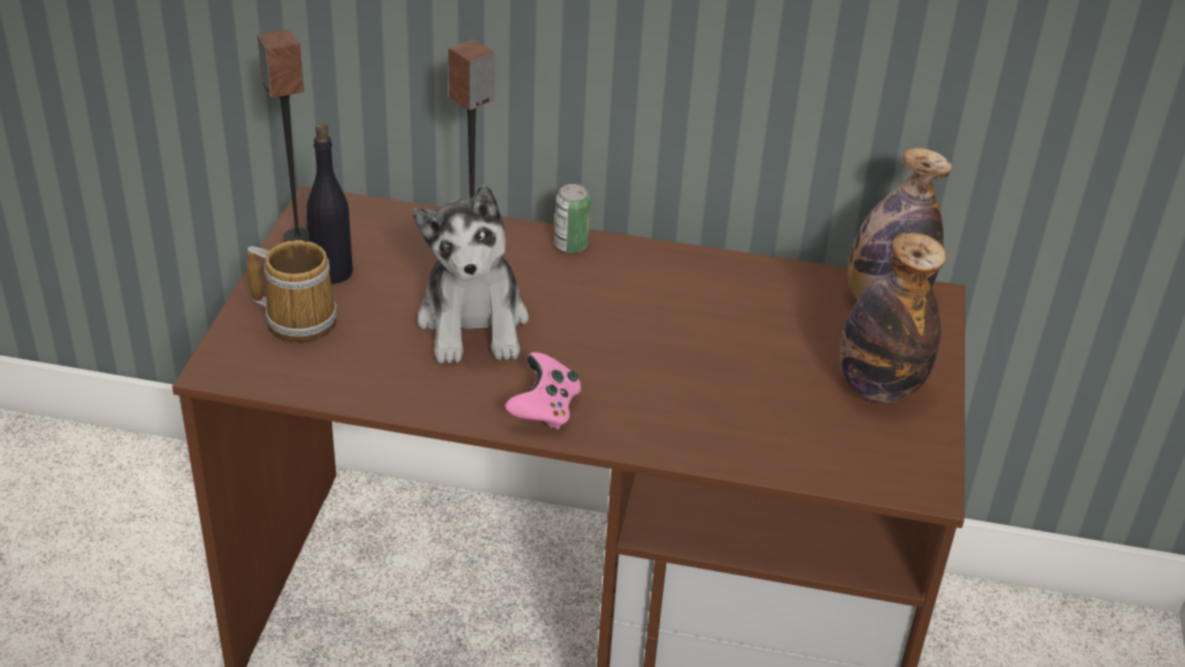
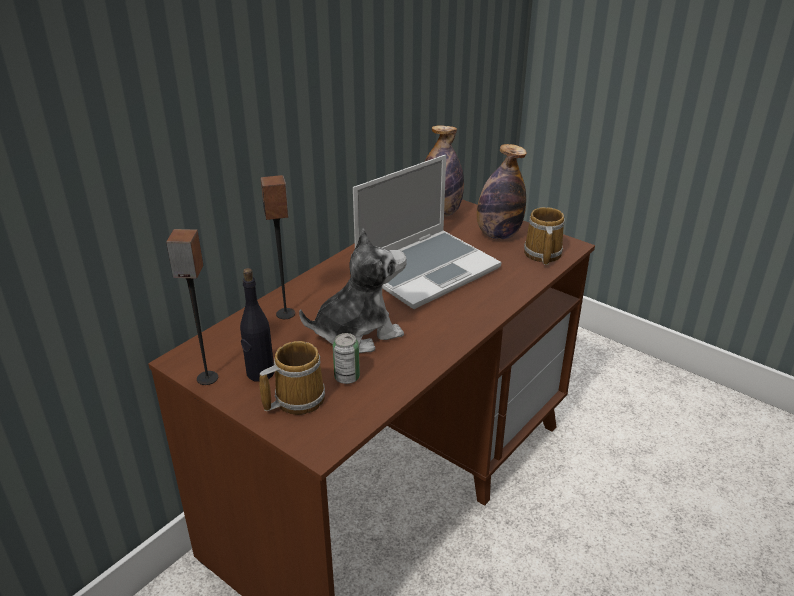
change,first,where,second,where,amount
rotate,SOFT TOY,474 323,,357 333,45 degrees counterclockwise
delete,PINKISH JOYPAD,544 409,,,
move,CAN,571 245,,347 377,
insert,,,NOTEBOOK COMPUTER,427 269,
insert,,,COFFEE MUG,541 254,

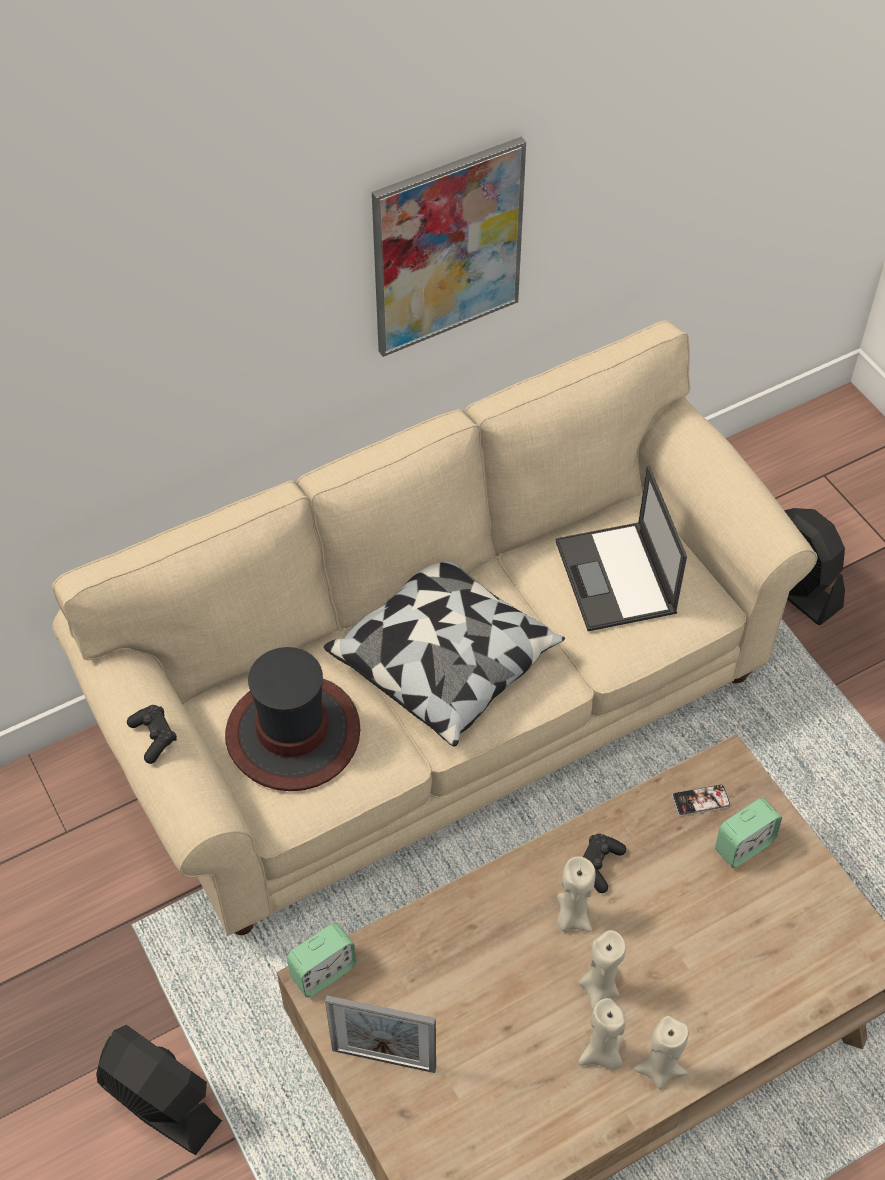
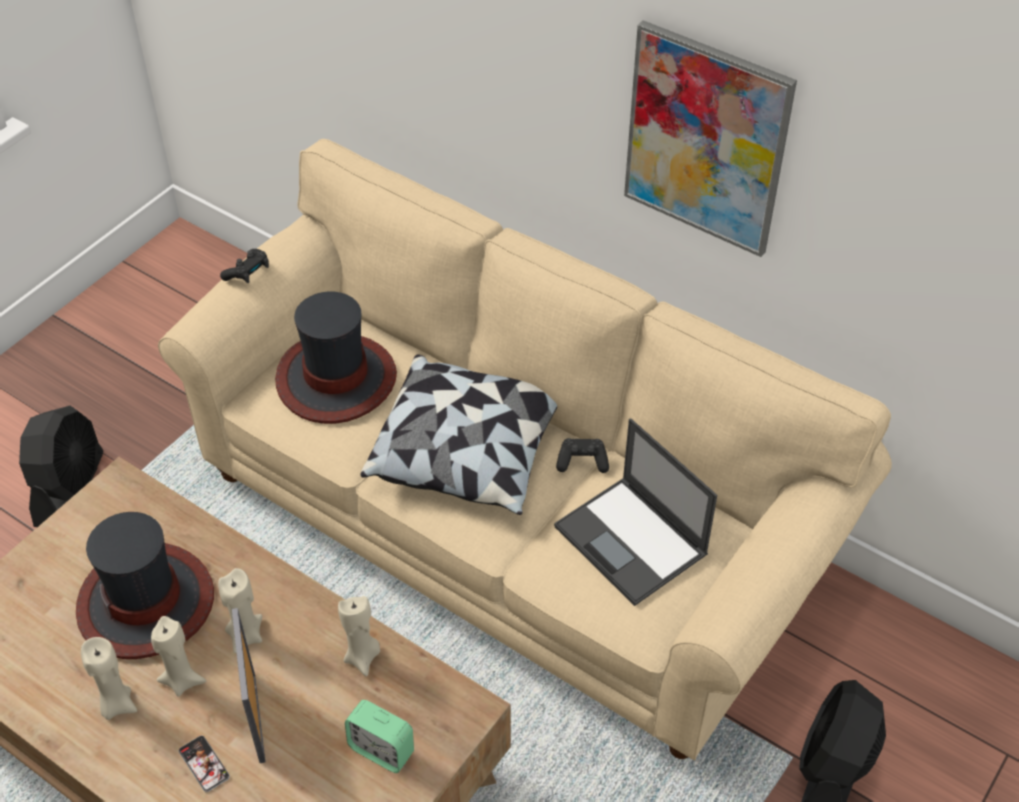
change,first,where,second,where,amount
delete,BEDSIDE CLOCK,323 971,,,
move,PICTURE FRAME,384 1059,,257 717,
rotate,NOTEBOOK COMPUTER,616 578,,632 541,90 degrees counterclockwise
move,BLACK JOYPAD,599 865,,582 461,
move,BEIGE-COLOURED WAX LIGHT,659 1069,,362 657,
move,HANDSET,701 801,,204 764,
insert,,,CLOTHING HAT,146 602,

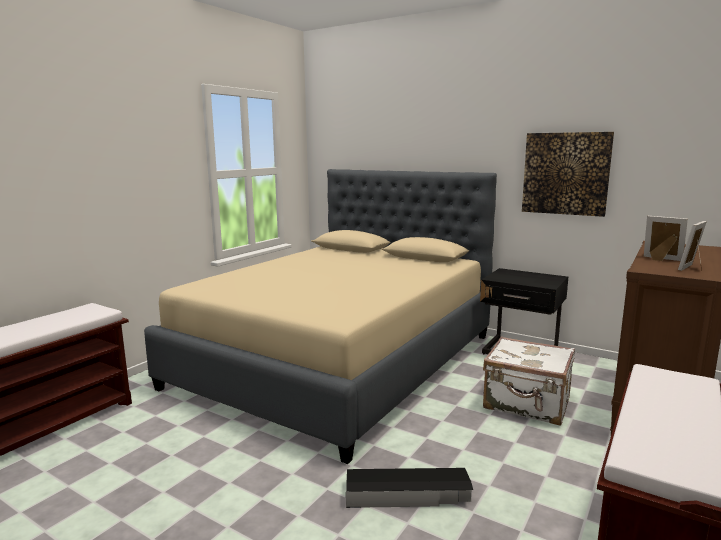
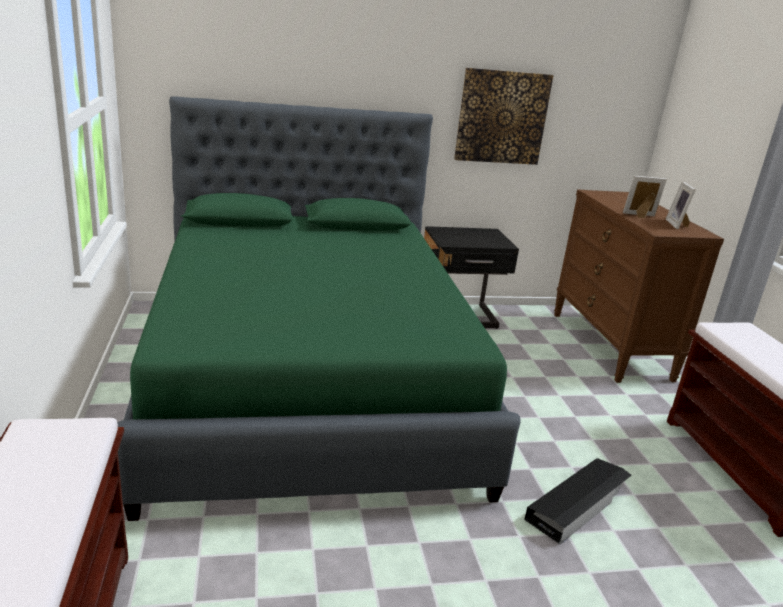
change,first,where,second,where,amount
recolor,BEIGE-COLOURED SLEEPING BED,339 360,GREENISH SLEEPING BED,308 382,
delete,WHITE PIECE OF LUGGAGE,527 404,,,

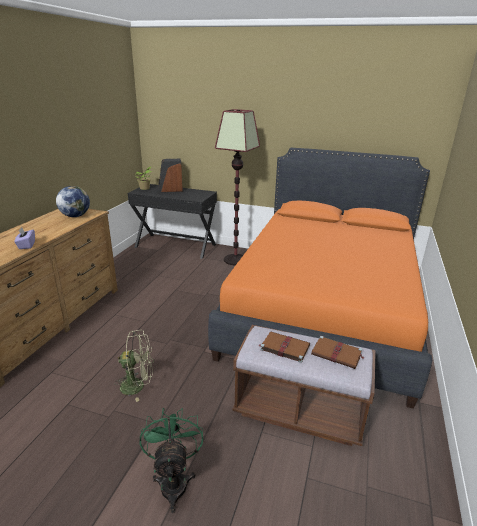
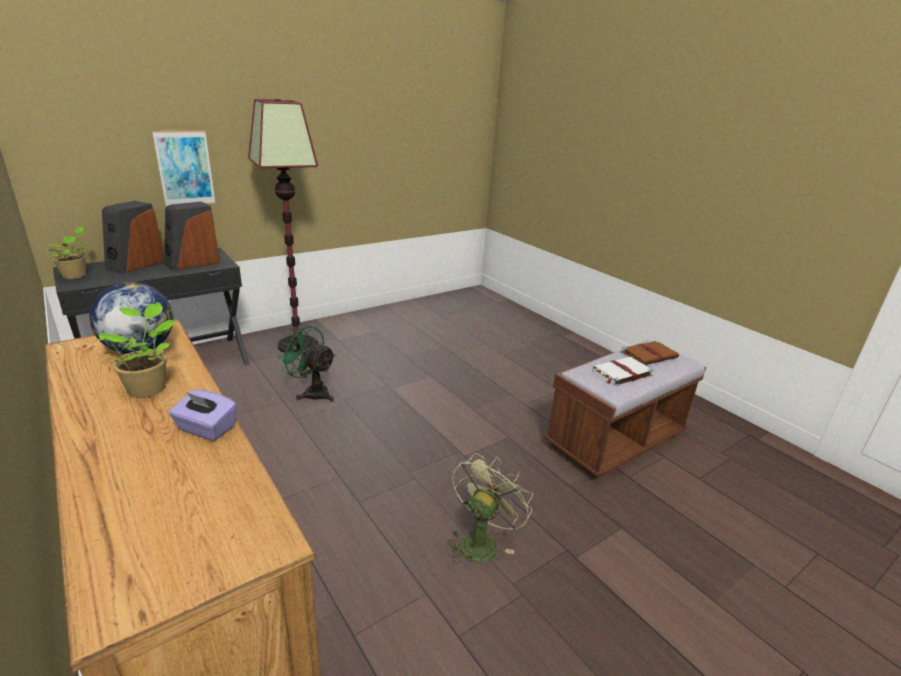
change,first,where,second,where,amount
move,GREENISH ELECTRIC FAN,174 480,,312 392,
delete,ORANGE-COLOURED SLEEPING BED,324 309,,,
recolor,BROWNISH VOLUME,284 347,WHITE VOLUME,621 373,
insert,,,HOUSEPLANT,148 388,
insert,,,WALL ART,185 168,
insert,,,SPEAKER,192 263,

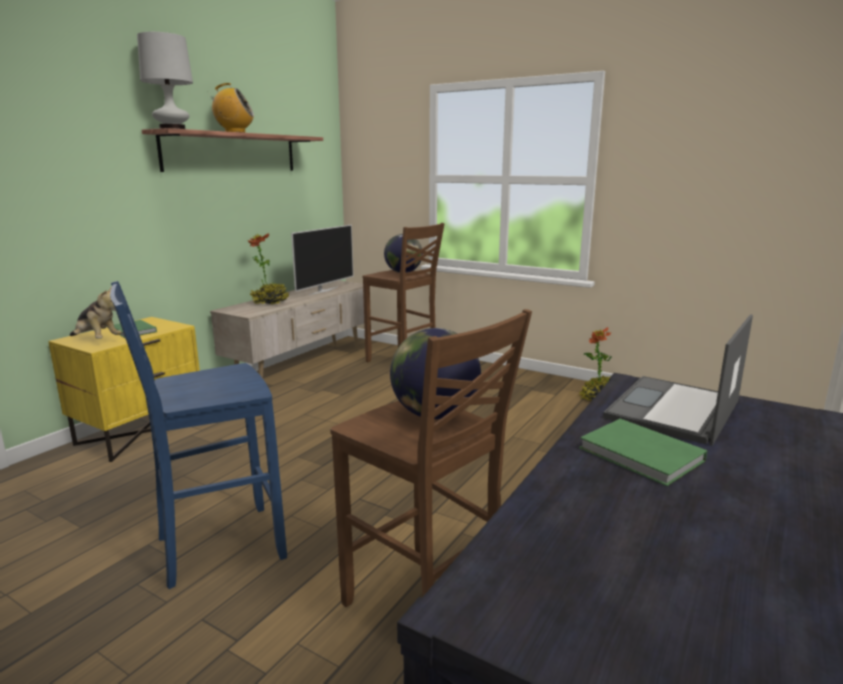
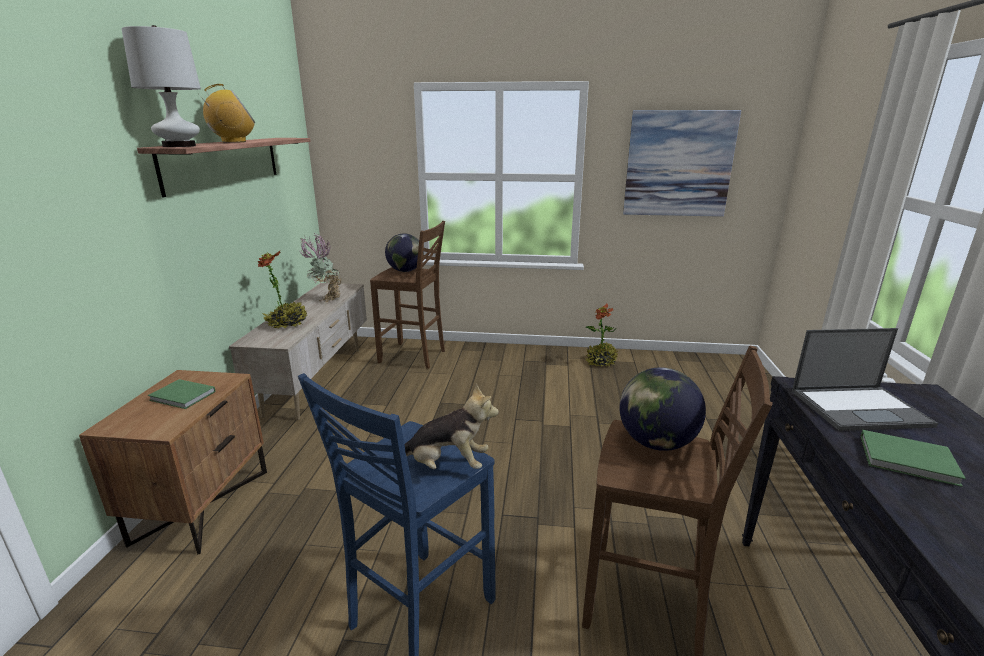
change,first,where,second,where,amount
recolor,YELLOWISH NIGHT TABLE,140 432,BROWNISH NIGHT TABLE,201 505,
move,SOFT TOY,97 340,,446 466,
replace,TV SET,323 290,HOUSEPLANT,326 299,
rotate,NOTEBOOK COMPUTER,673 410,,860 408,105 degrees counterclockwise
insert,,,WALL ART,678 164,

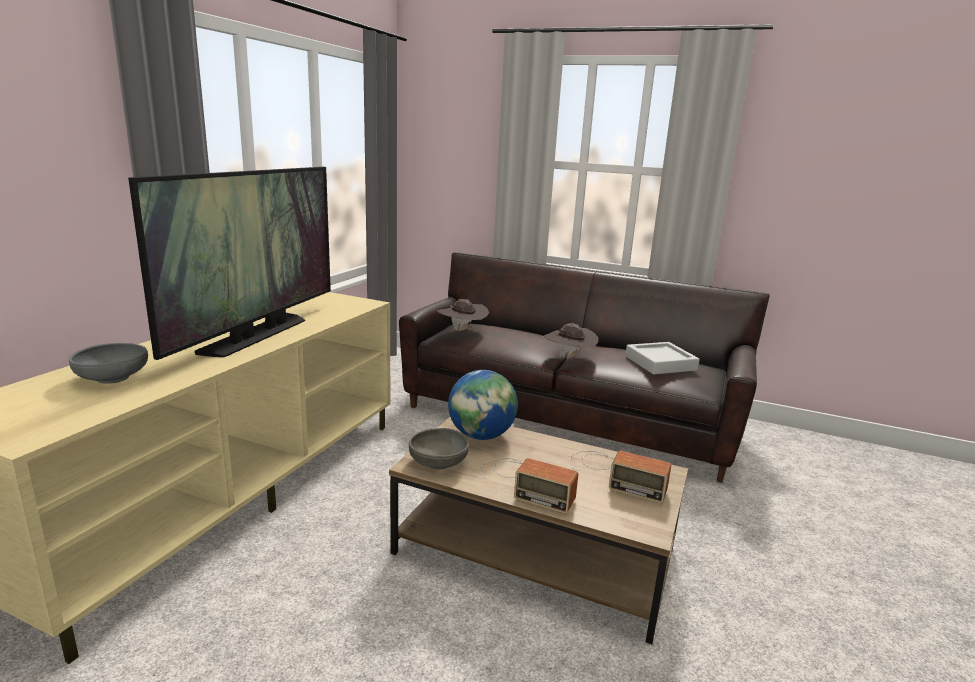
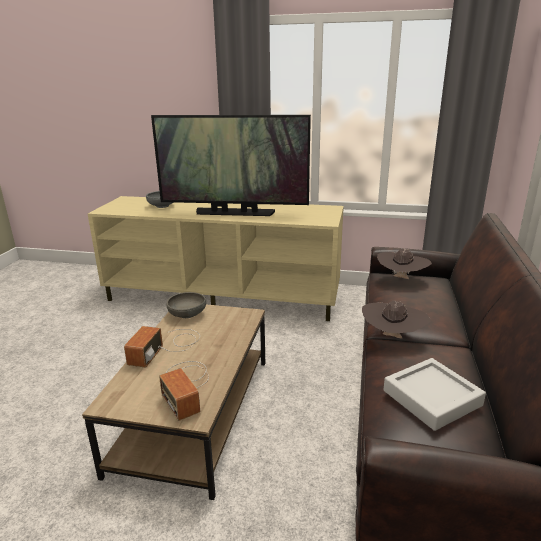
change,first,where,second,where,amount
delete,DESK GLOBE,481 435,,,
rotate,RADIO SET,614 474,,187 386,45 degrees counterclockwise

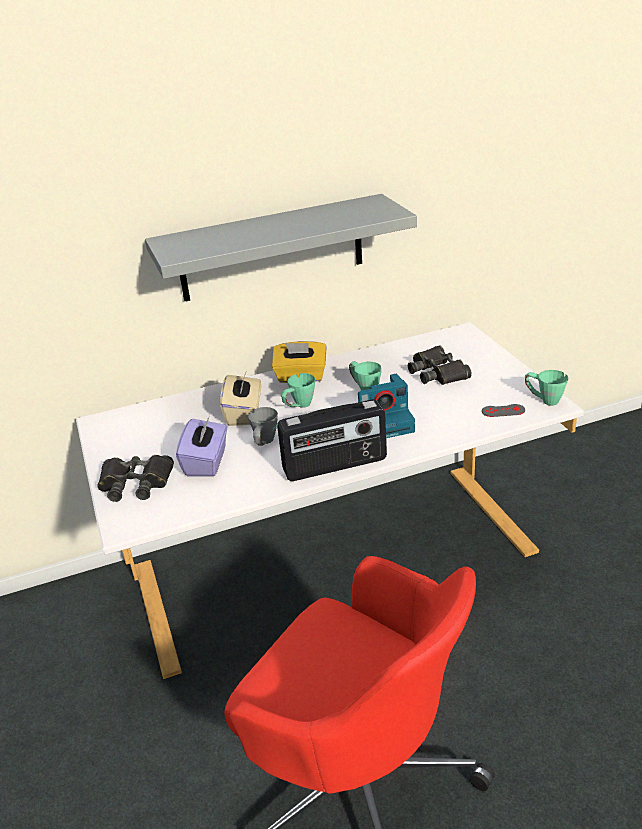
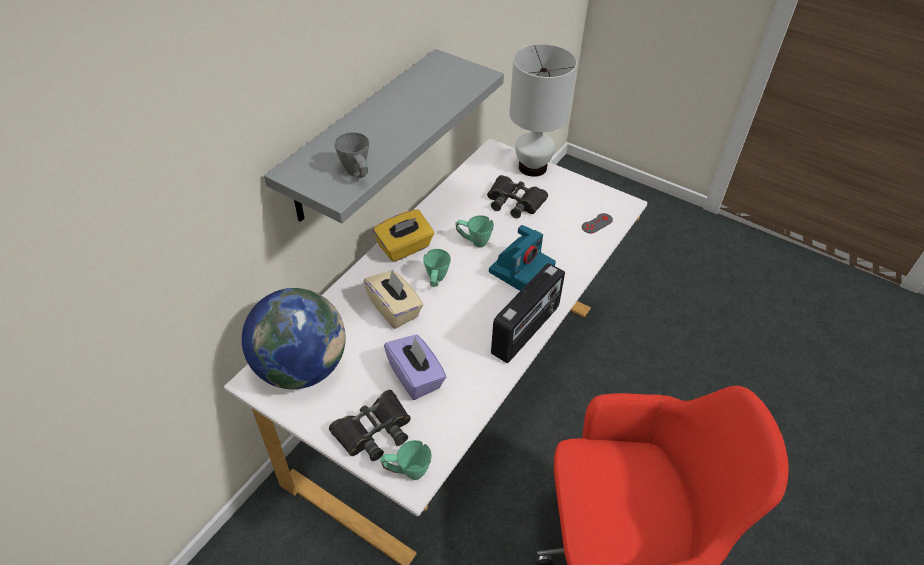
change,first,where,second,where,amount
move,GRAY COFFEE MUG,264 443,,357 175,
move,GREENISH COFFEE MUG,543 400,,407 472,
insert,,,DESK GLOBE,301 367,
insert,,,WHITE TABLE LAMP,533 167,

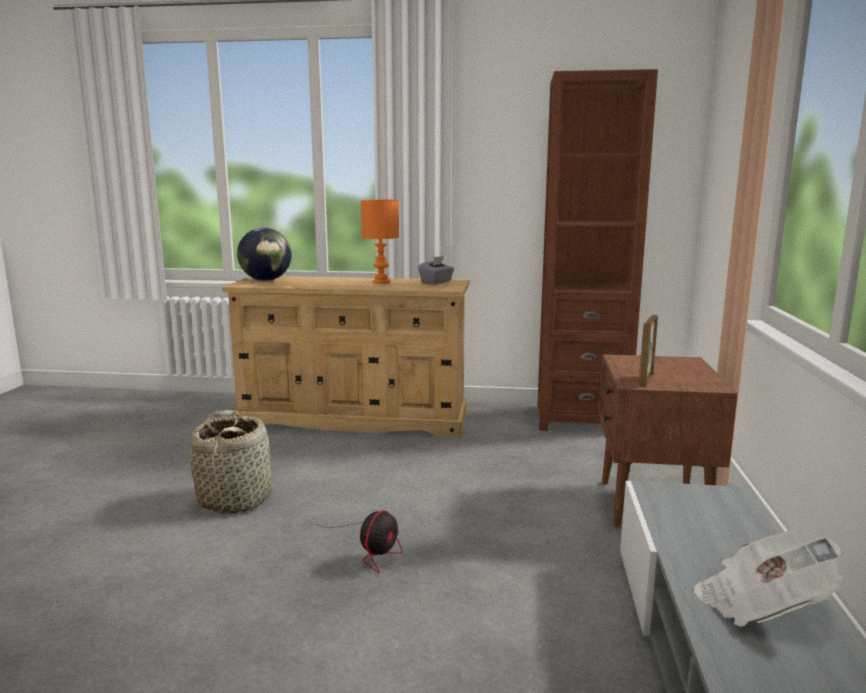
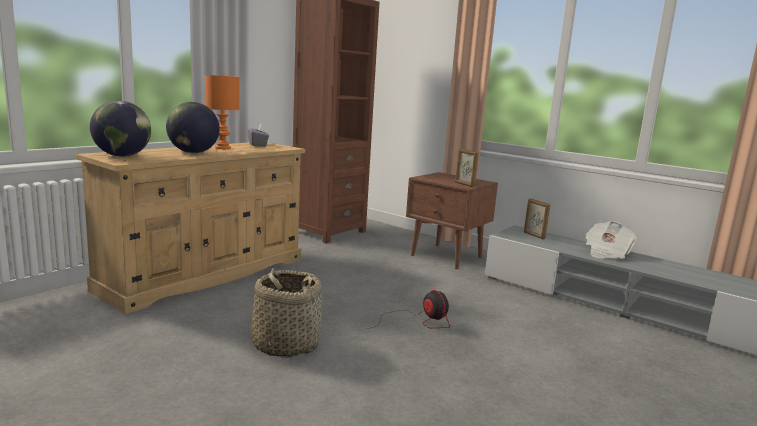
change,first,where,second,where,amount
insert,,,DESK GLOBE,193 152,
insert,,,PICTURE FRAME,534 235,

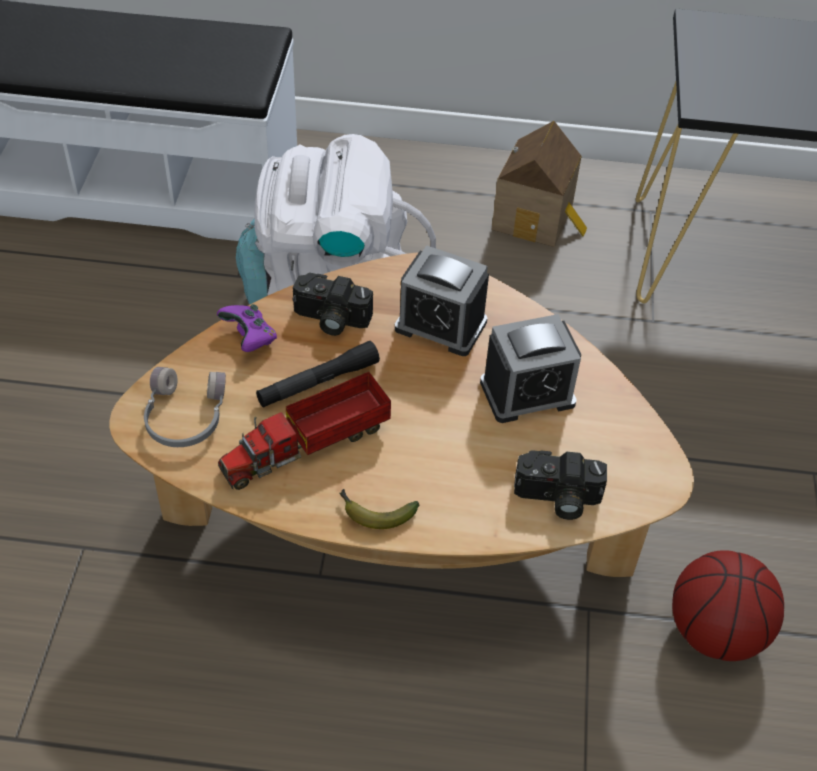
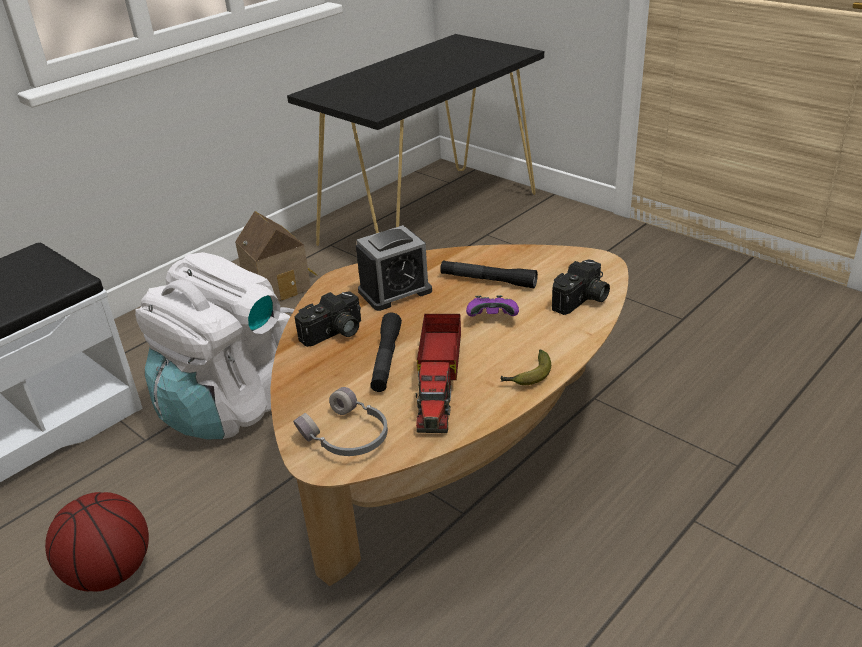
change,first,where,second,where,amount
move,PURPLE-COLOURED JOYPAD,250 338,,492 318,
replace,BEDSIDE CLOCK,527 393,BLACK FLASHLIGHT,488 280,
move,BASKETBALL,714 631,,110 572,

